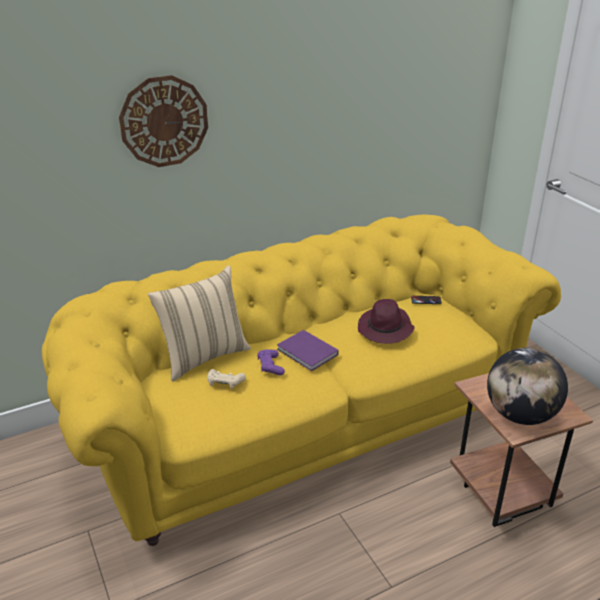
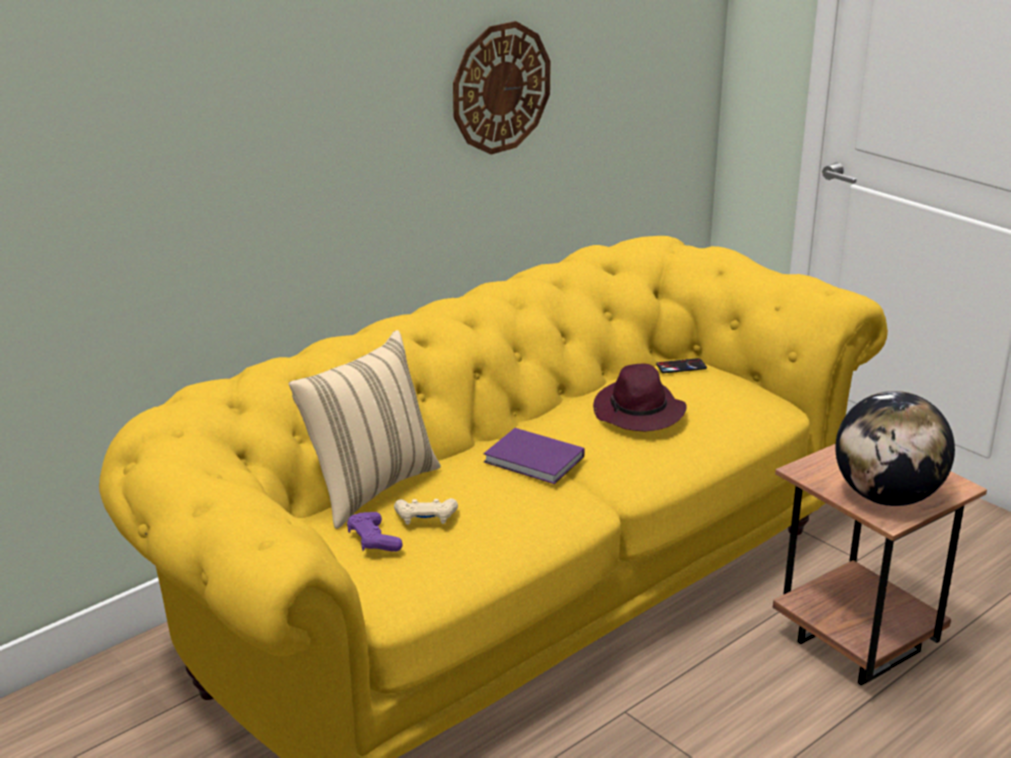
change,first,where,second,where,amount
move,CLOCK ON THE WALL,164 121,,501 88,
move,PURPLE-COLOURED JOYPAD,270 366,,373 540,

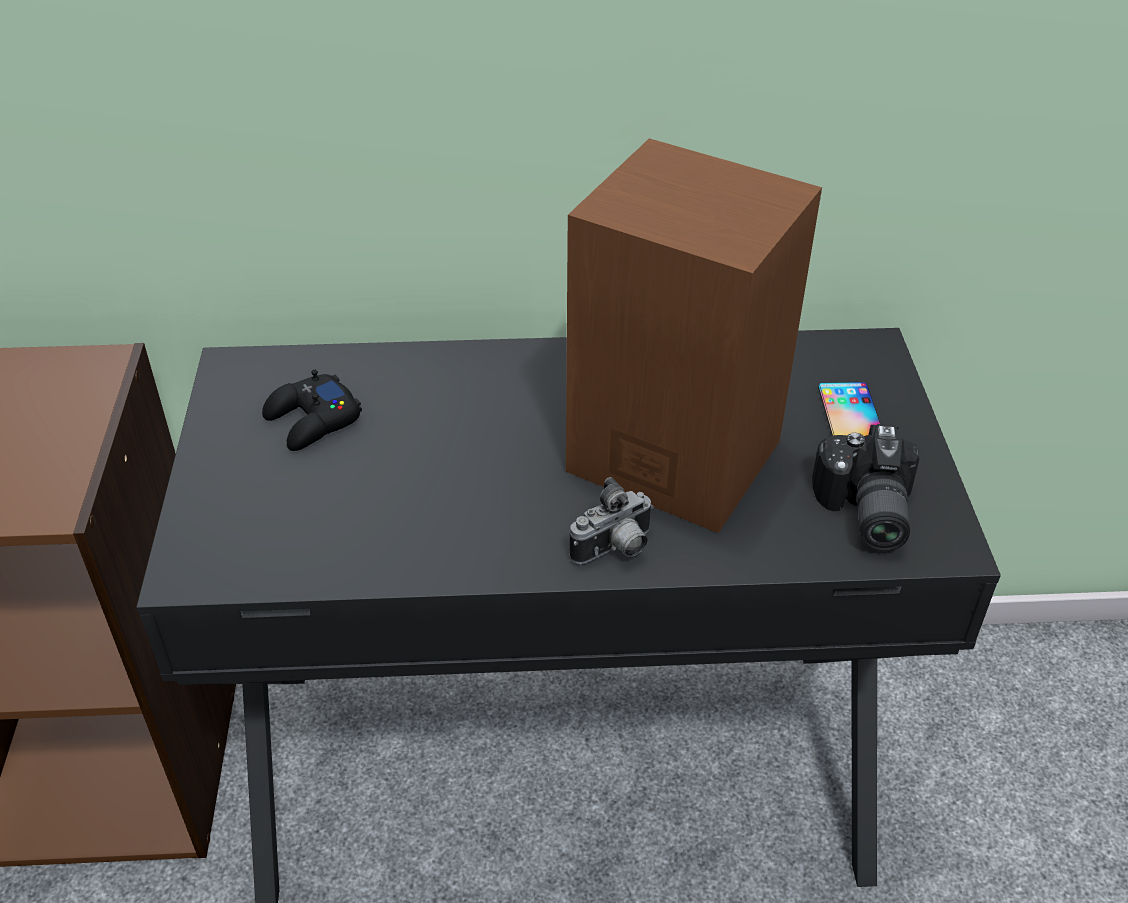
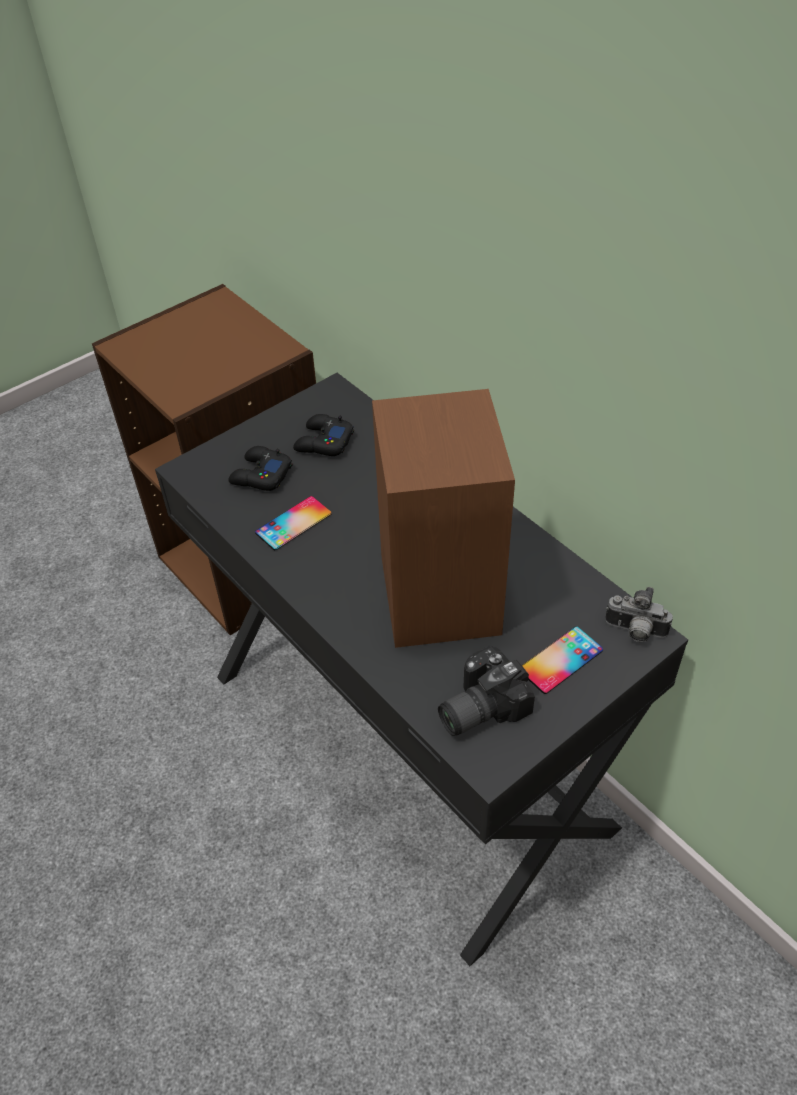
change,first,where,second,where,amount
move,PHOTO CAMERA,615 550,,634 632,
insert,,,BLACK JOYPAD,260 475,
insert,,,HANDSET,293 523,

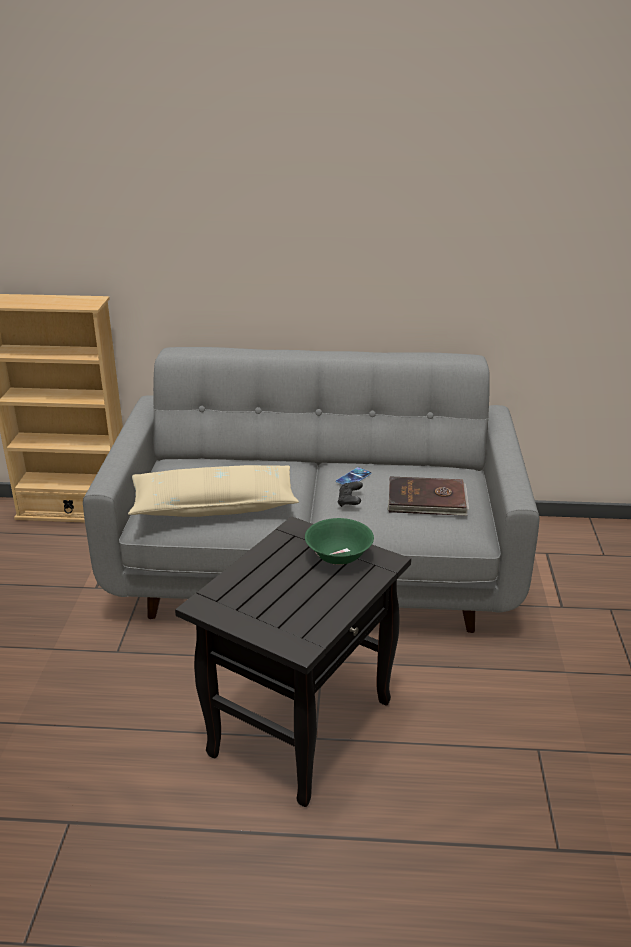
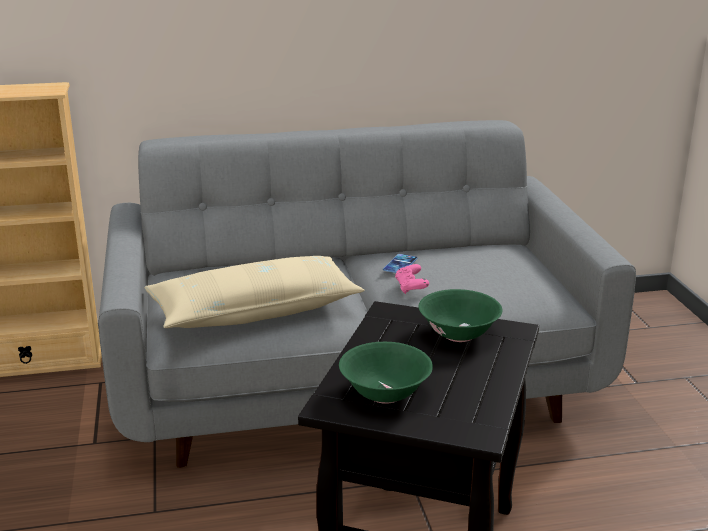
change,first,where,second,where,amount
recolor,BLACK JOYPAD,350 501,PINKISH JOYPAD,411 287,
delete,BROWNISH VOLUME,427 500,,,
insert,,,GREENISH DEEP DISH,385 394,

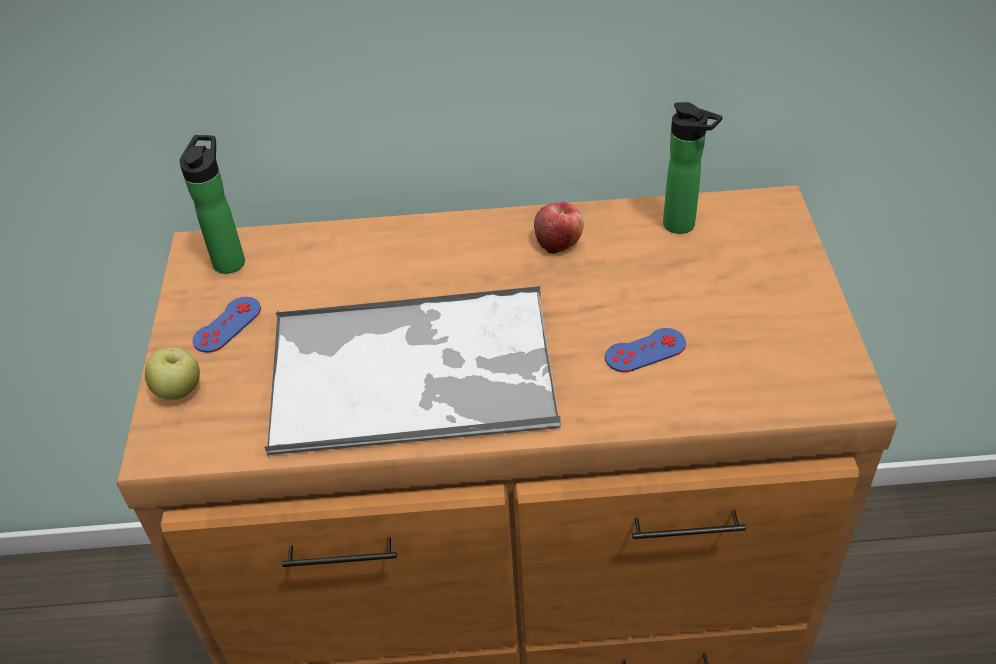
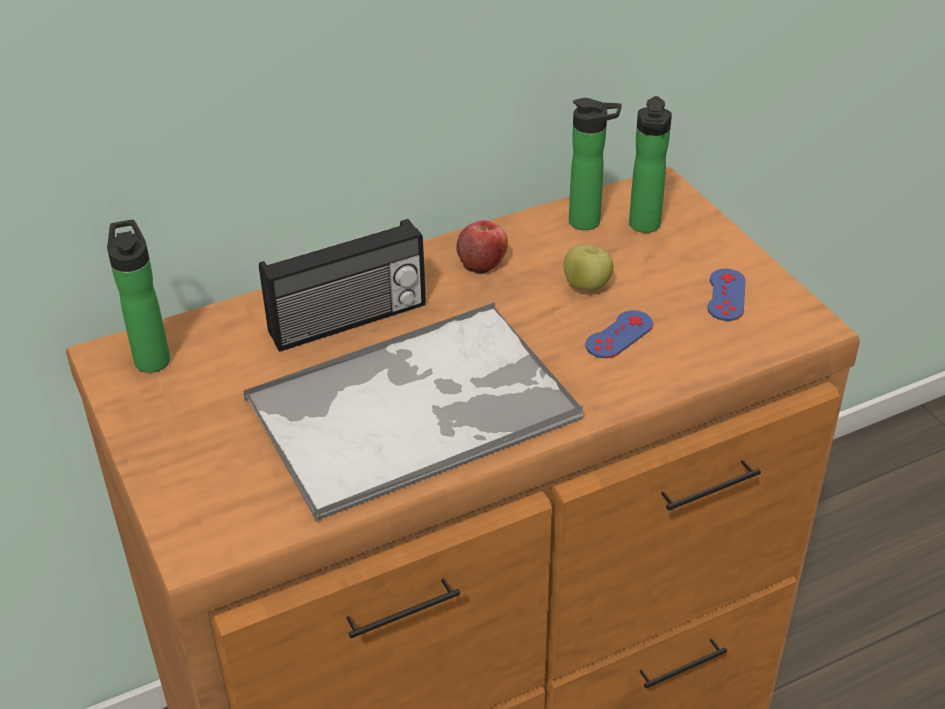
change,first,where,second,where,amount
move,WHOLE APPLE,179 390,,587 286,
move,BLUISH JOYPAD,227 325,,726 295,
insert,,,RADIO SET,349 321,
insert,,,BOTTLE,644 227,

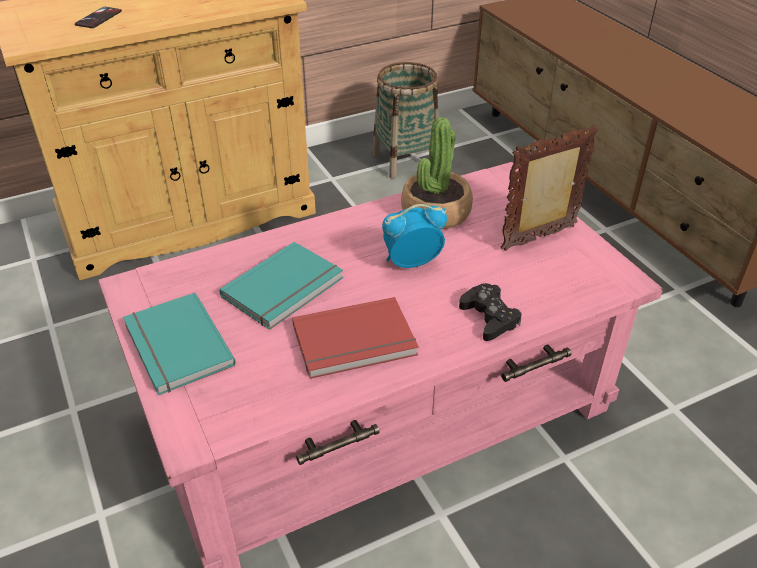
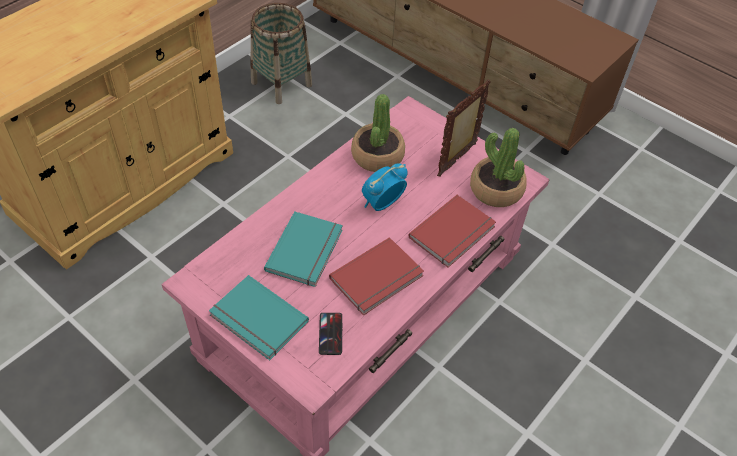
change,first,where,second,where,amount
move,HANDSET,99 18,,330 334,
replace,BLACK JOYPAD,489 317,RED-COLOURED VOLUME,454 233,
insert,,,HOUSEPLANT,496 190,

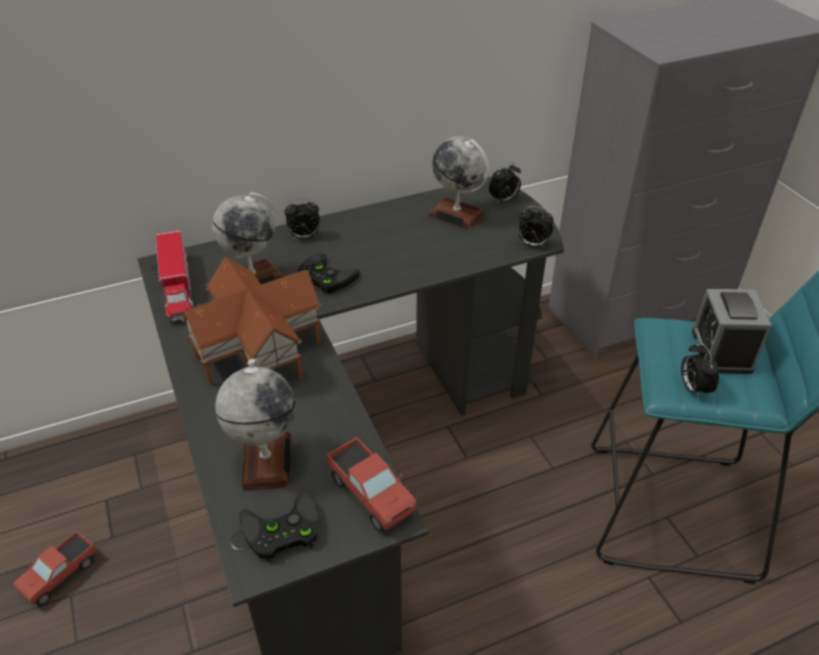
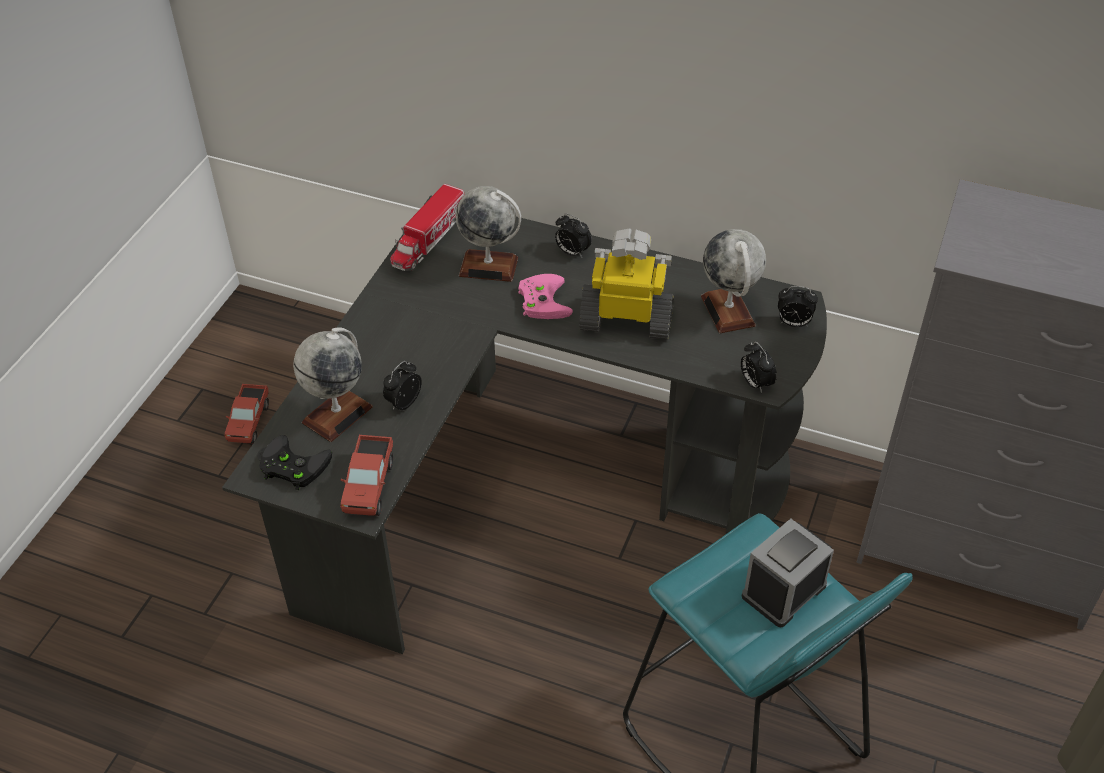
change,first,where,second,where,amount
rotate,TOY LORRY,60 575,,249 422,75 degrees counterclockwise
delete,MINIATURE HOUSE,257 352,,,
recolor,BLACK JOYPAD,324 277,PINKISH JOYPAD,541 300,
move,BEDSIDE CLOCK,693 388,,403 402,
insert,,,TOY ROBOT,627 319,

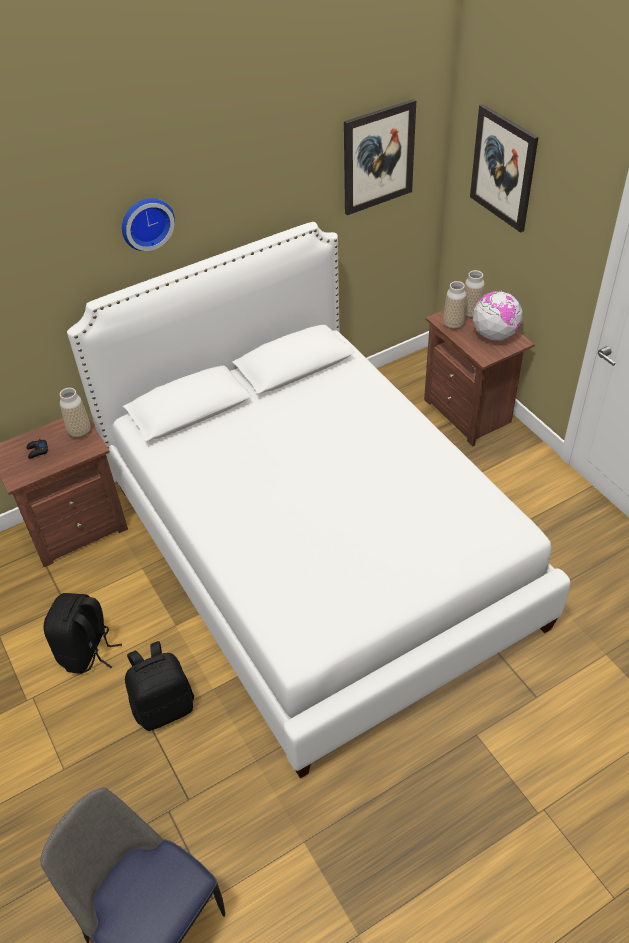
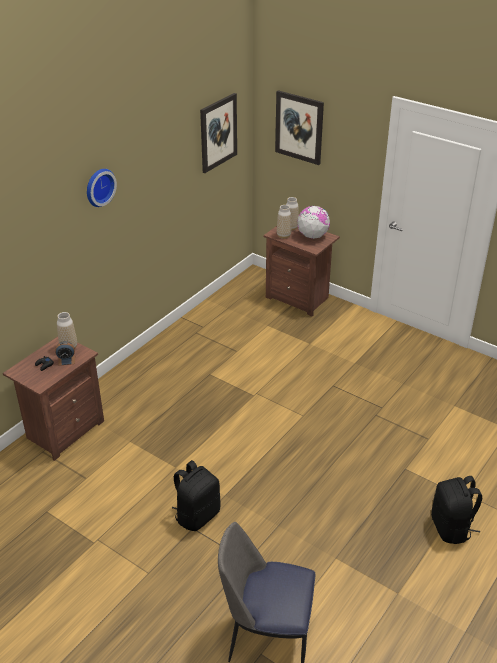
change,first,where,second,where,amount
move,BLACK RUCKSACK,87 651,,451 528,
delete,WHITE SLEEPING BED,318 552,,,
insert,,,BEDSIDE CLOCK,66 360,

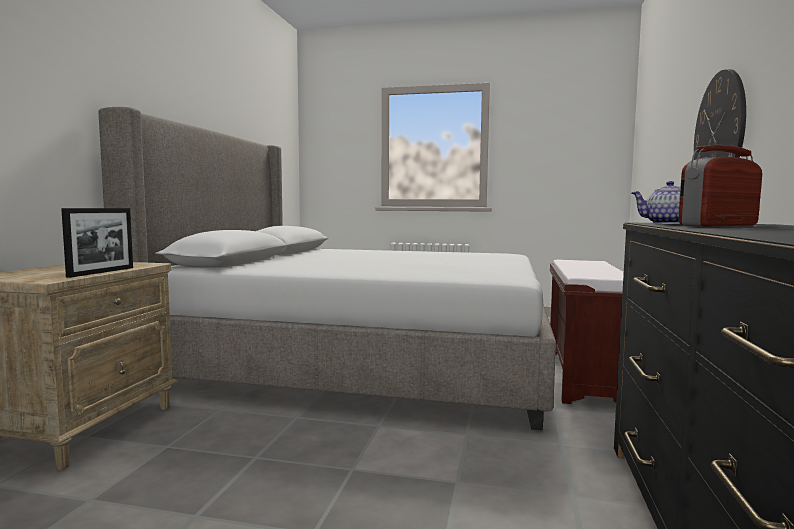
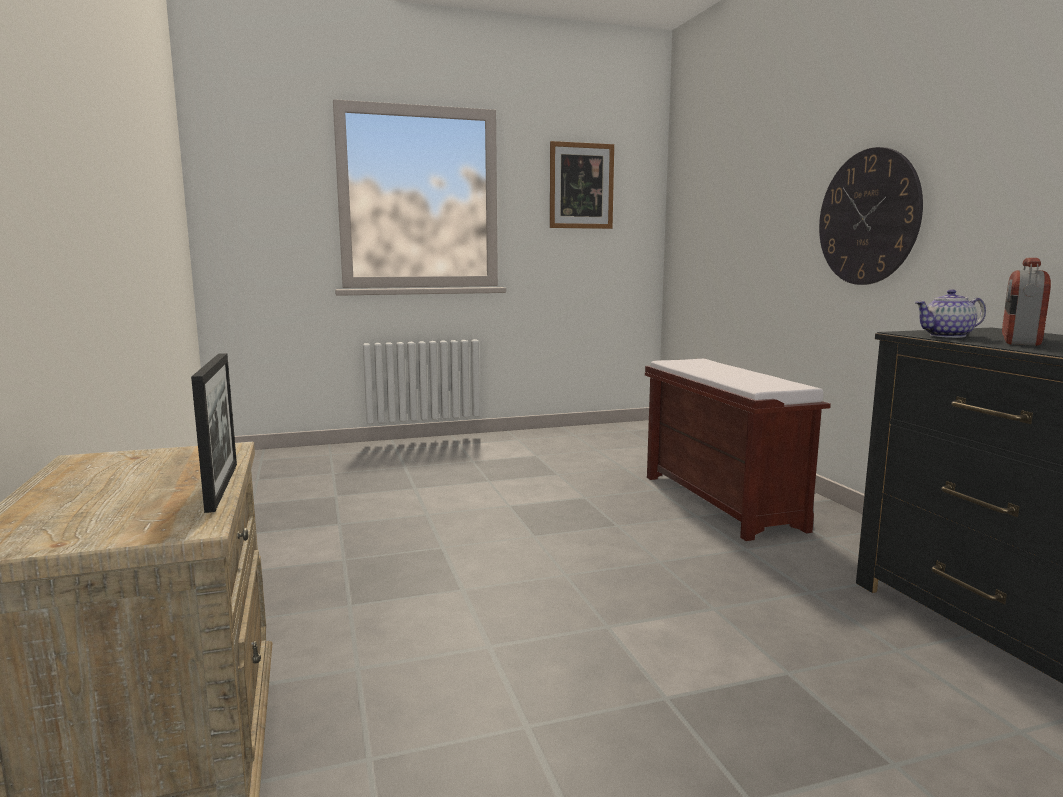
change,first,where,second,where,amount
delete,SLEEPING BED,362 360,,,
insert,,,WALL ART,581 186,

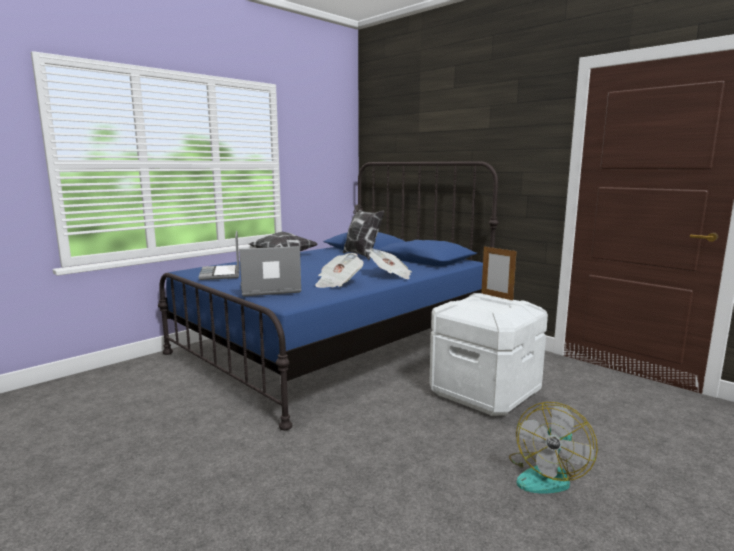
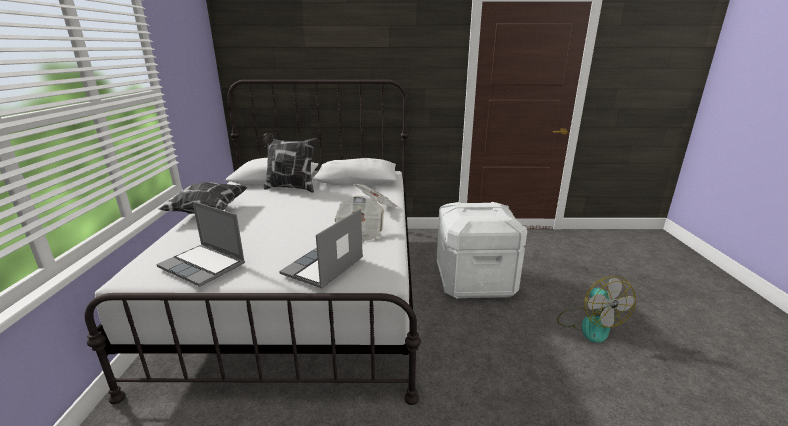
change,first,where,second,where,amount
recolor,BLUISH SLEEPING BED,335 345,WHITE SLEEPING BED,305 289,
delete,PICTURE FRAME,496 296,,,

